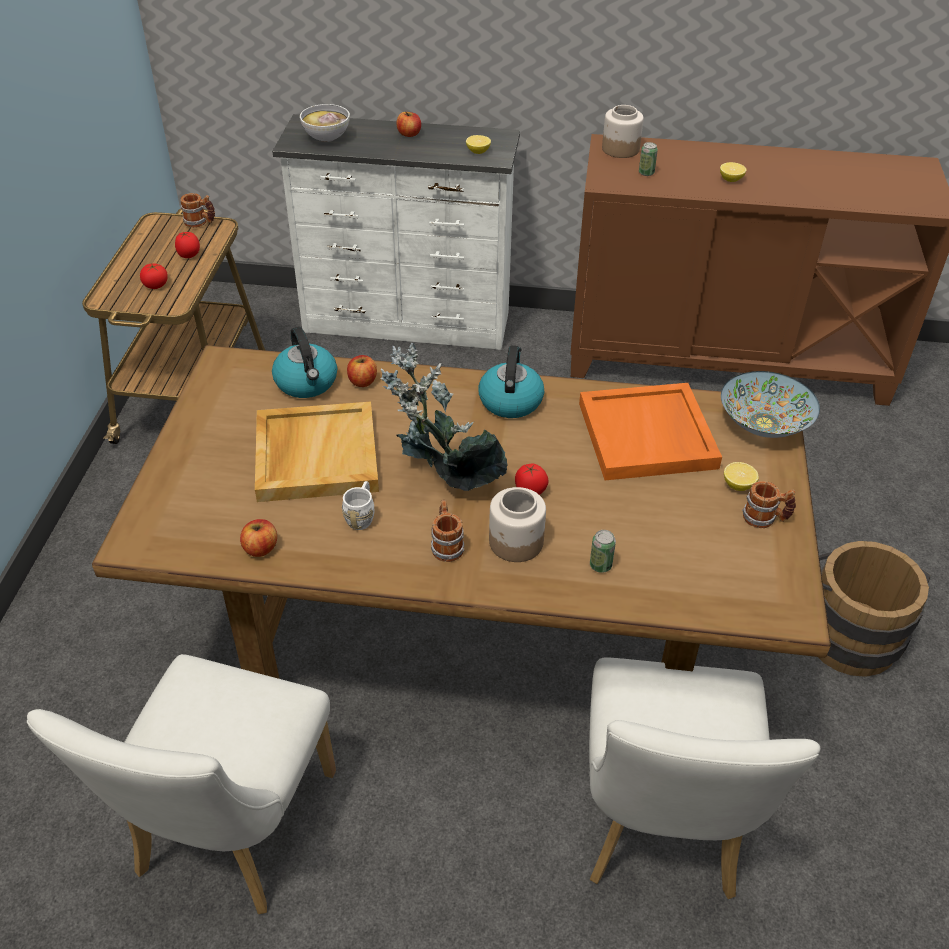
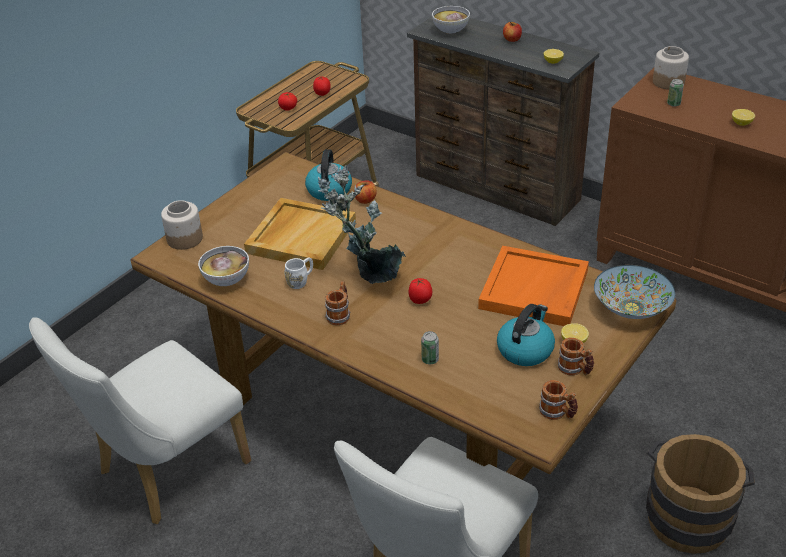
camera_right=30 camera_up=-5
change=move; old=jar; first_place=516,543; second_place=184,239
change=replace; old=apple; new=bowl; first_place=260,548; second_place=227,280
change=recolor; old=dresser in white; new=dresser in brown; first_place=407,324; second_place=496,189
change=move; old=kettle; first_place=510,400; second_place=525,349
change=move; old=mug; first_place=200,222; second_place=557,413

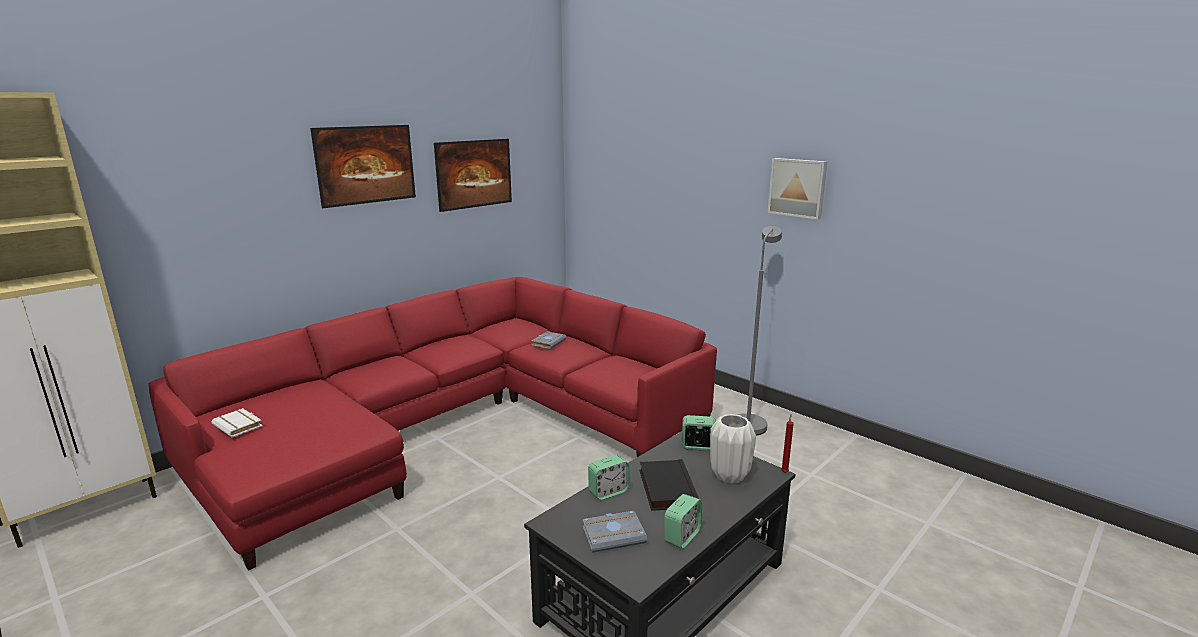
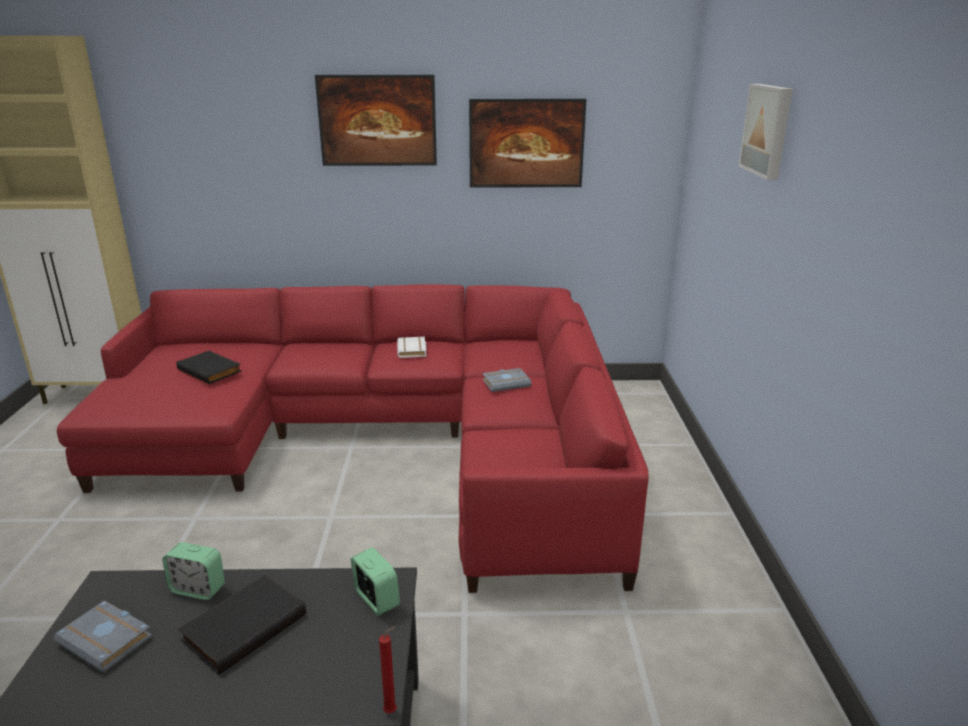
camera_right=45 camera_up=5
change=insert; new=book in black; second_place=211,370
change=move; old=book in white; first_place=239,426; second_place=413,350
change=move; old=picture; first_place=798,187; second_place=768,130
change=delete; old=alarm clock; first_place=682,537
change=delete; old=vase in white; first_place=729,476
change=delete; old=floor lamp in grey; first_place=750,422

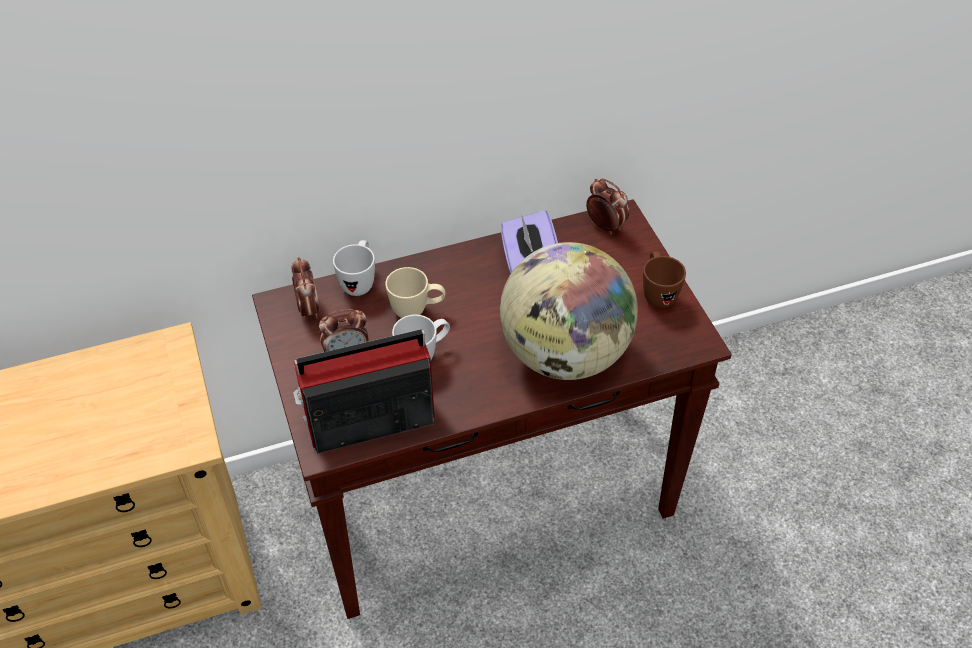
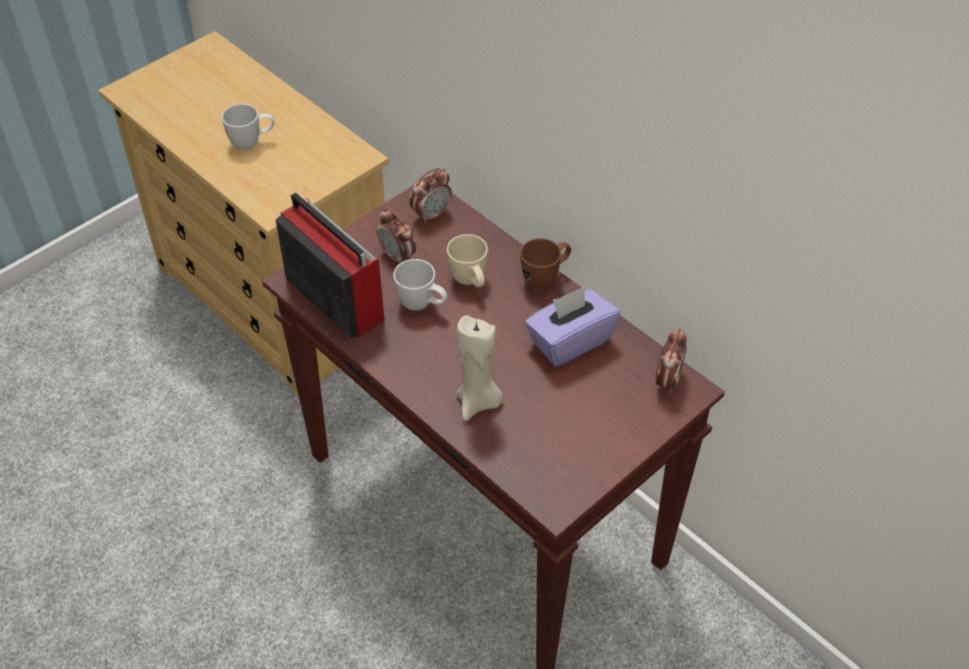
camera_right=65 camera_up=0
change=move; old=mug in white; first_place=359,282; second_place=252,142
change=replace; old=globe; new=candle in beige; first_place=564,354; second_place=478,402
change=move; old=mug in brown; first_place=657,293; second_place=545,277

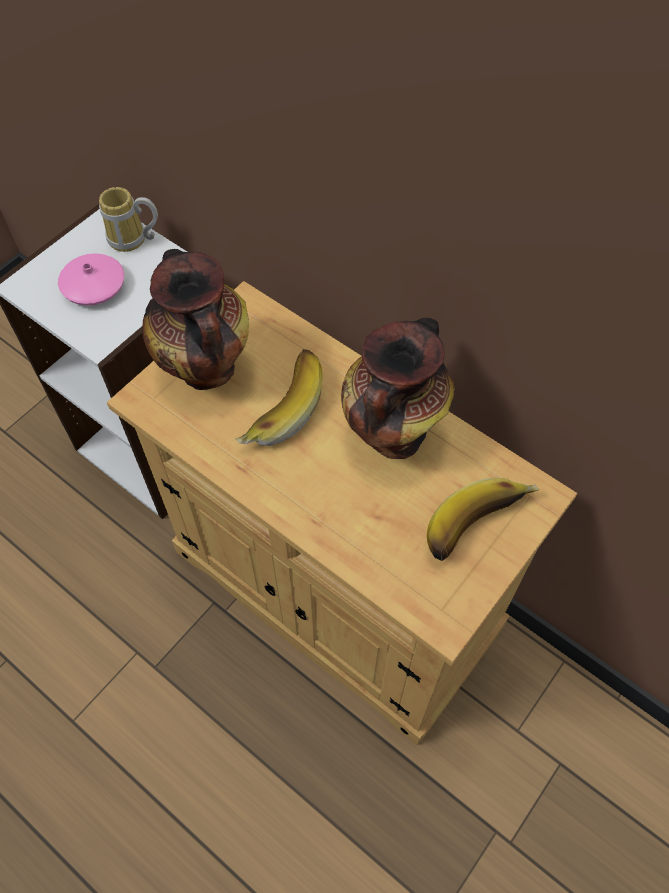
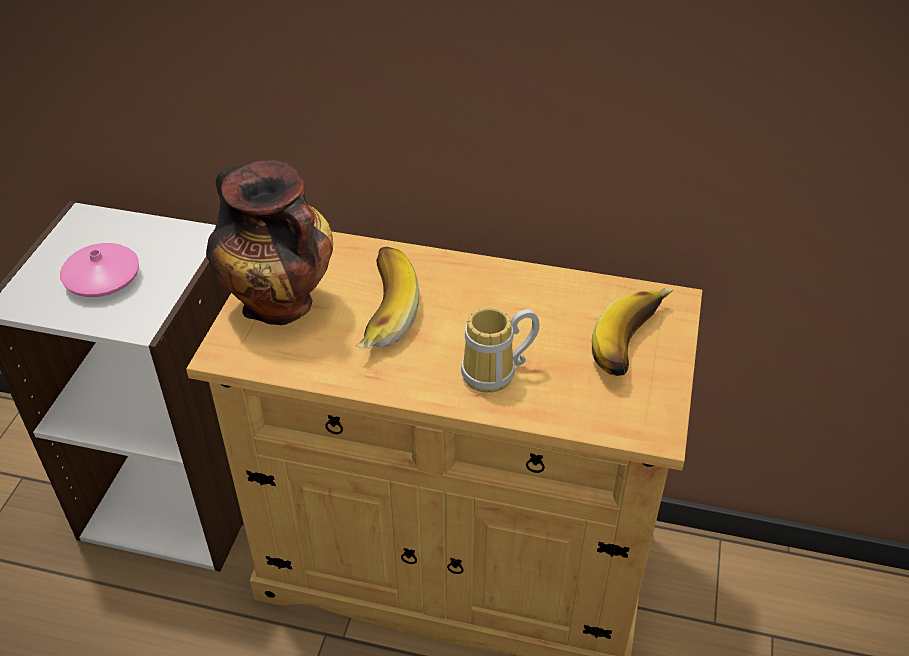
camera_right=-25 camera_up=-15
change=move; old=mug; first_place=132,241; second_place=496,375
change=delete; old=vase; first_place=393,435

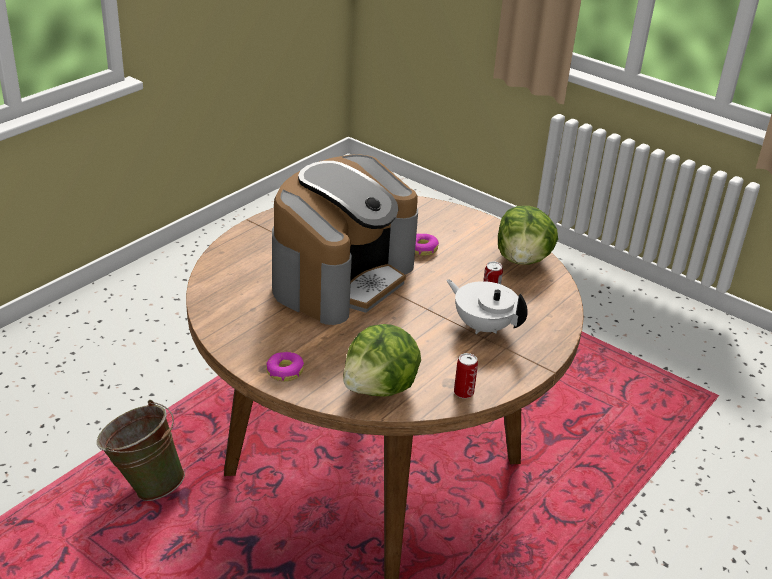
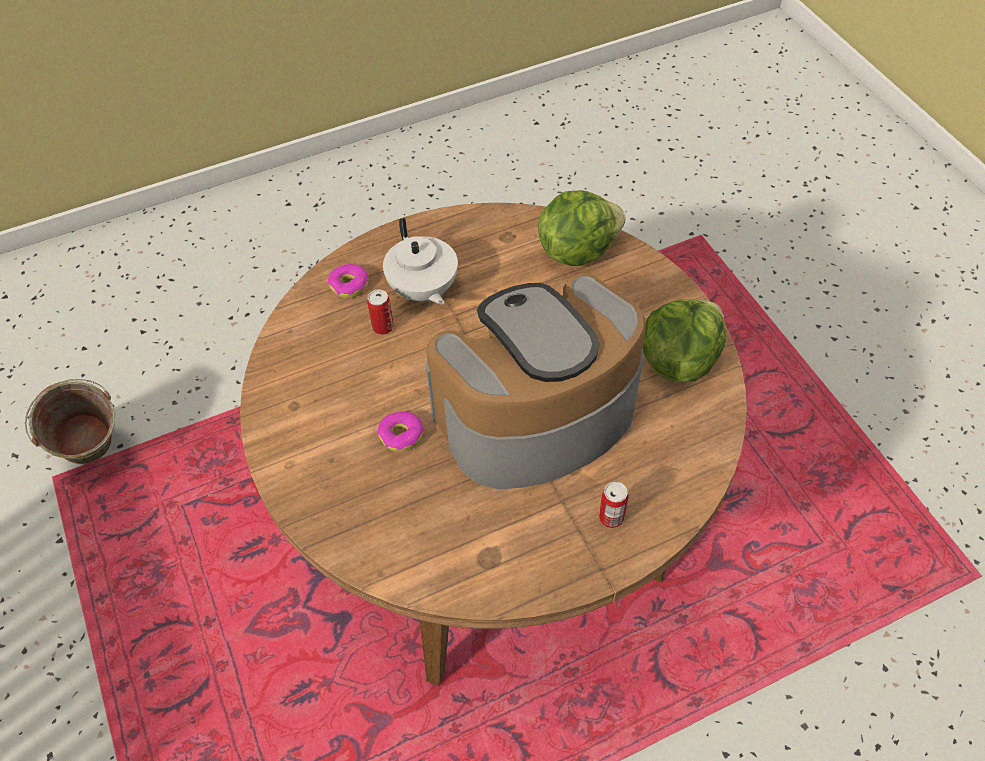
camera_right=-150 camera_up=20
change=move; old=bucket in green; first_place=145,484; second_place=96,457
change=move; old=donut; first_place=284,371; second_place=349,285
change=move; old=can; first_place=463,392; second_place=611,517
change=move; old=lettuce; first_place=523,260; second_place=679,360

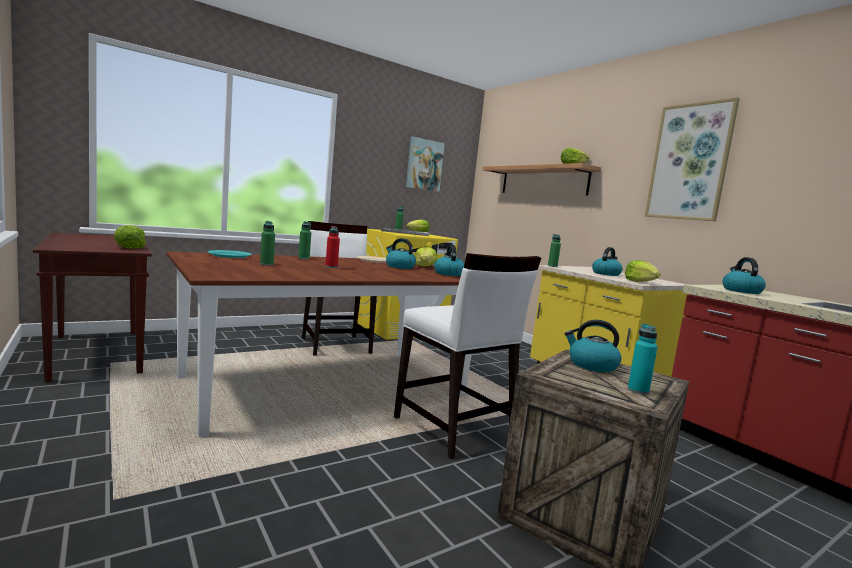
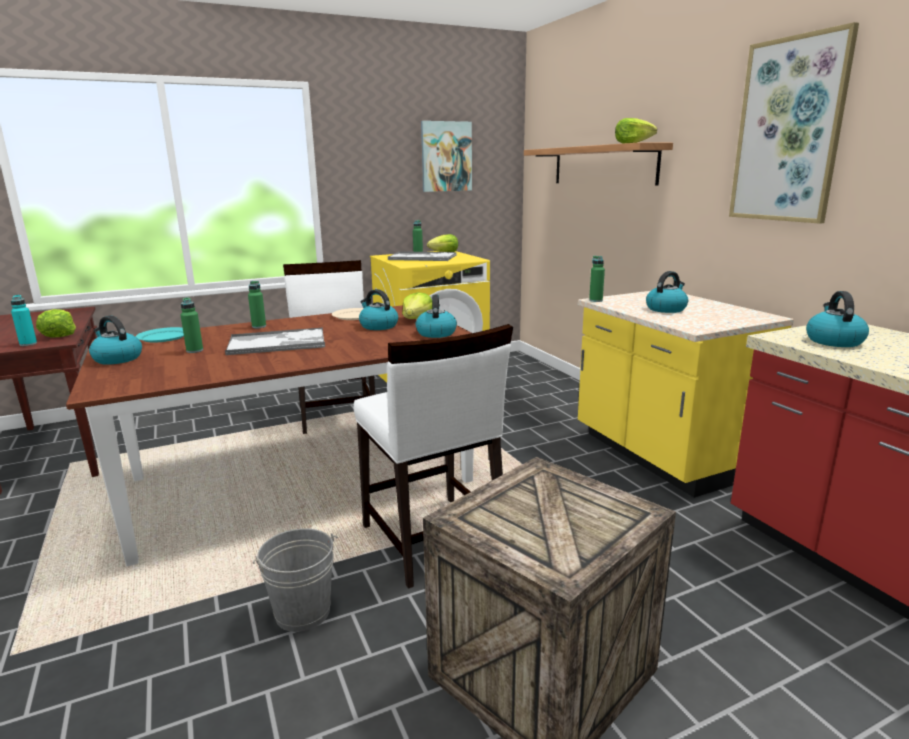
camera_right=10 camera_up=10
change=move; old=bottle in turquoise; first_place=638,390; second_place=28,344
change=move; old=kettle; first_place=591,365; second_place=117,359
change=replace; old=bottle in red; new=tray; first_place=331,267; second_place=278,343
change=insert; new=bucket in grey; second_place=302,612
change=delete; old=lettuce; first_place=640,282

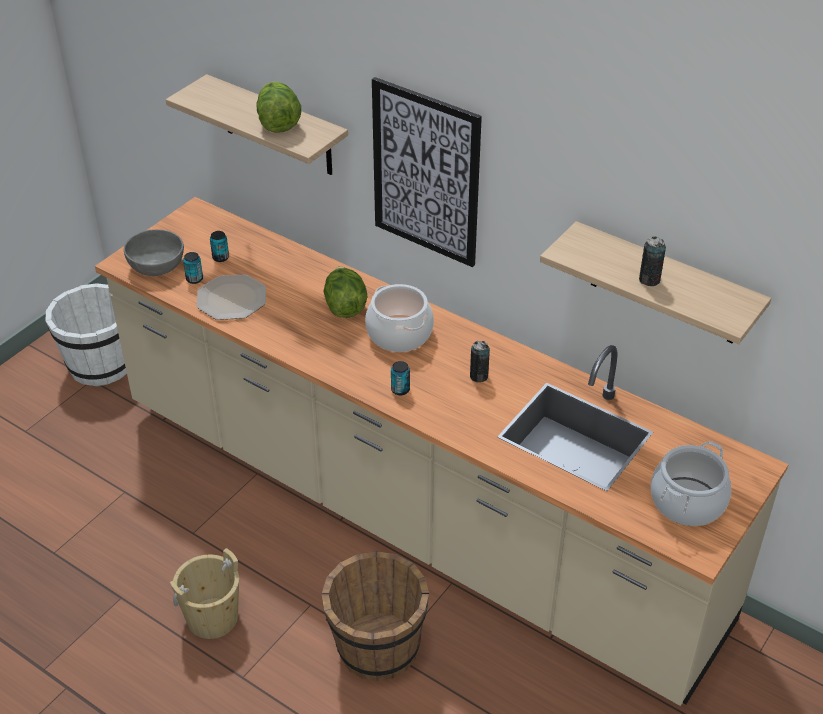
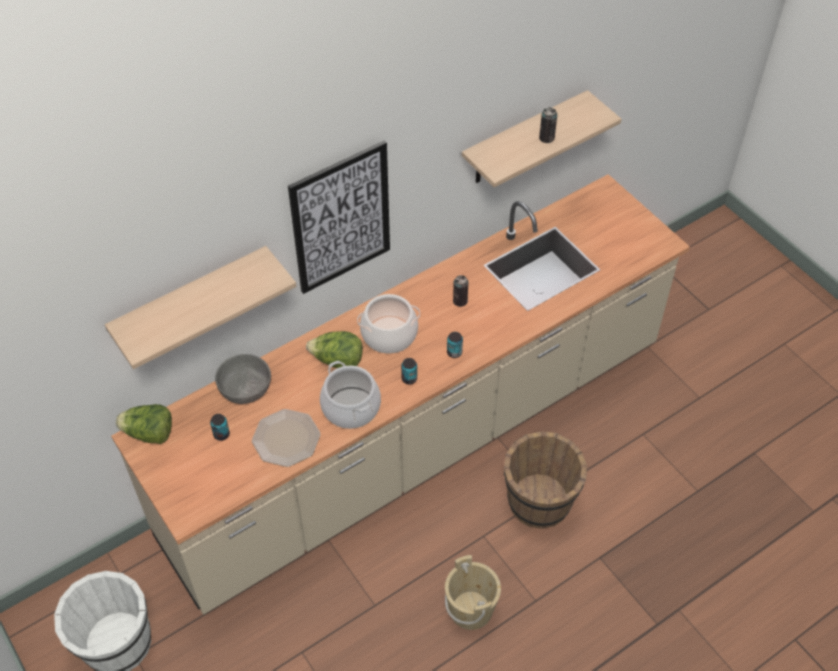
camera_right=-70 camera_up=10
change=move; old=lettuce; first_place=278,122; second_place=149,434
change=move; old=bowl in grey; first_place=157,265; second_place=245,388
change=move; old=cooking pot; first_place=687,502; second_place=351,407
change=move; old=can; first_place=194,279; second_place=409,378

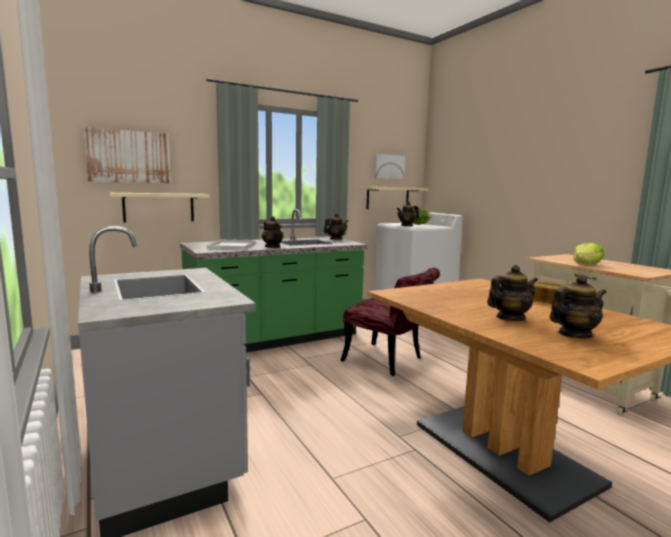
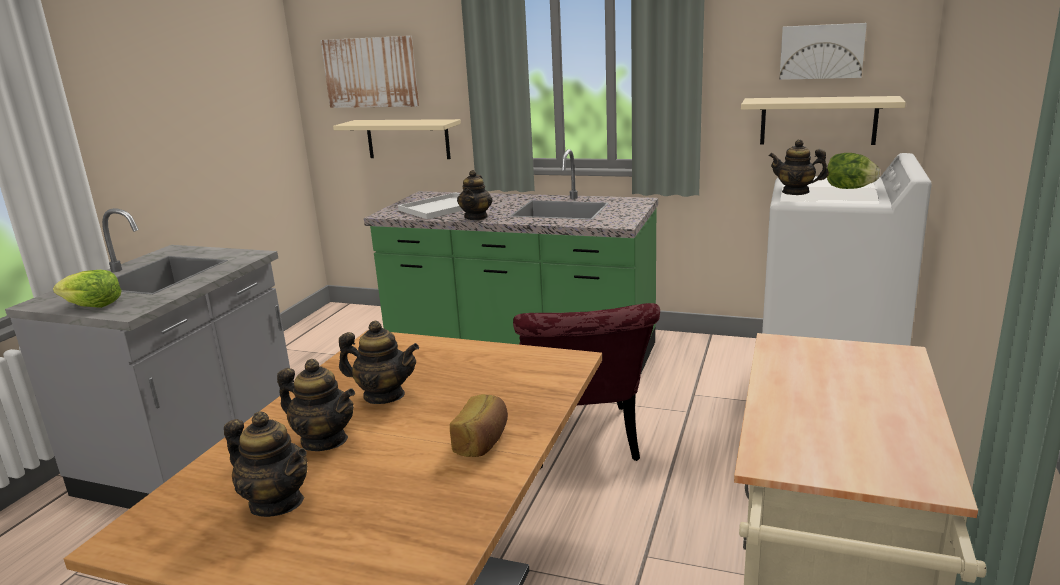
camera_right=50 camera_up=10
change=move; old=lettuce; first_place=586,264; second_place=93,306
change=move; old=teapot; first_place=335,239; second_place=384,396

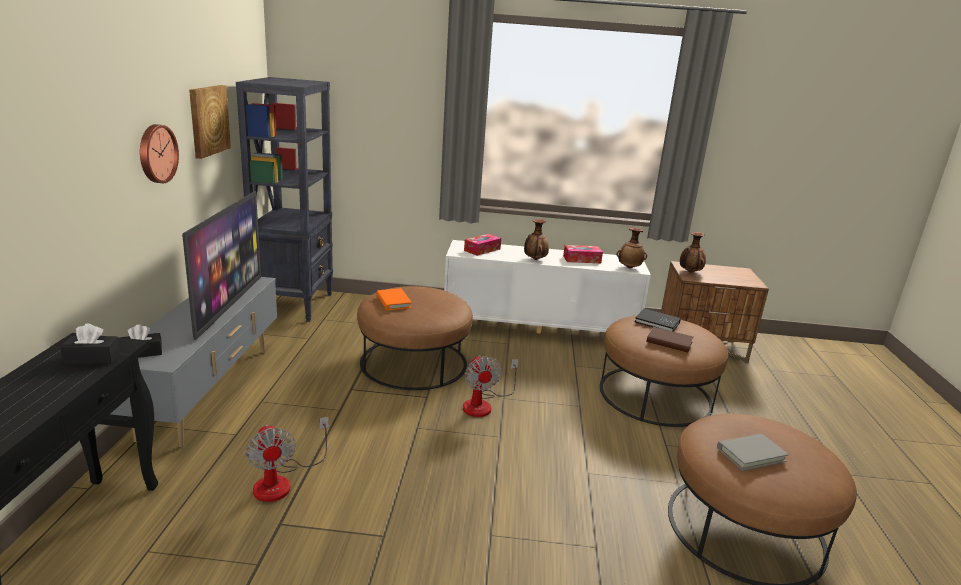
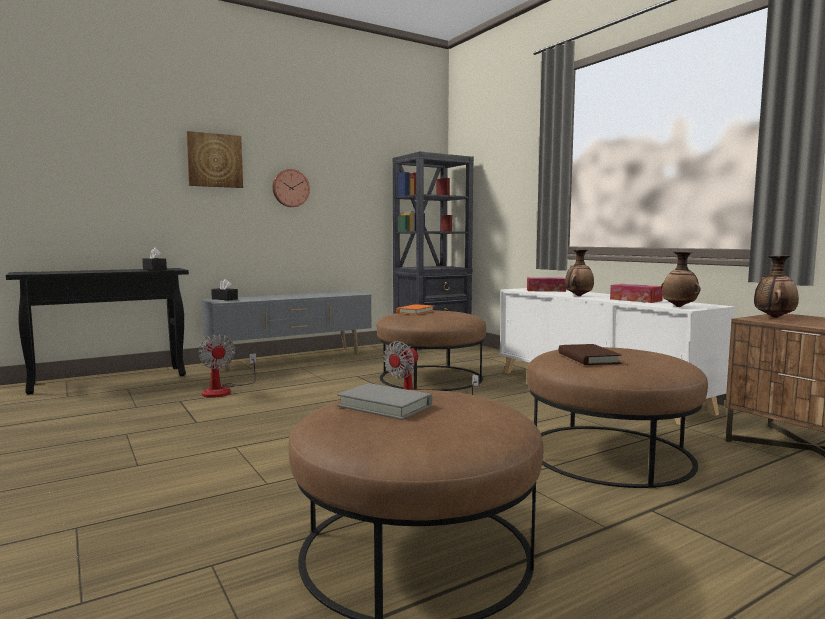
camera_right=55 camera_up=-15
change=move; old=picture; first_place=208,120; second_place=214,160
change=rotate; old=fan; first_place=282,481; second_place=223,391; degrees=-60
change=delete; old=television; first_place=228,305
change=delete; old=book in black; first_place=657,322

